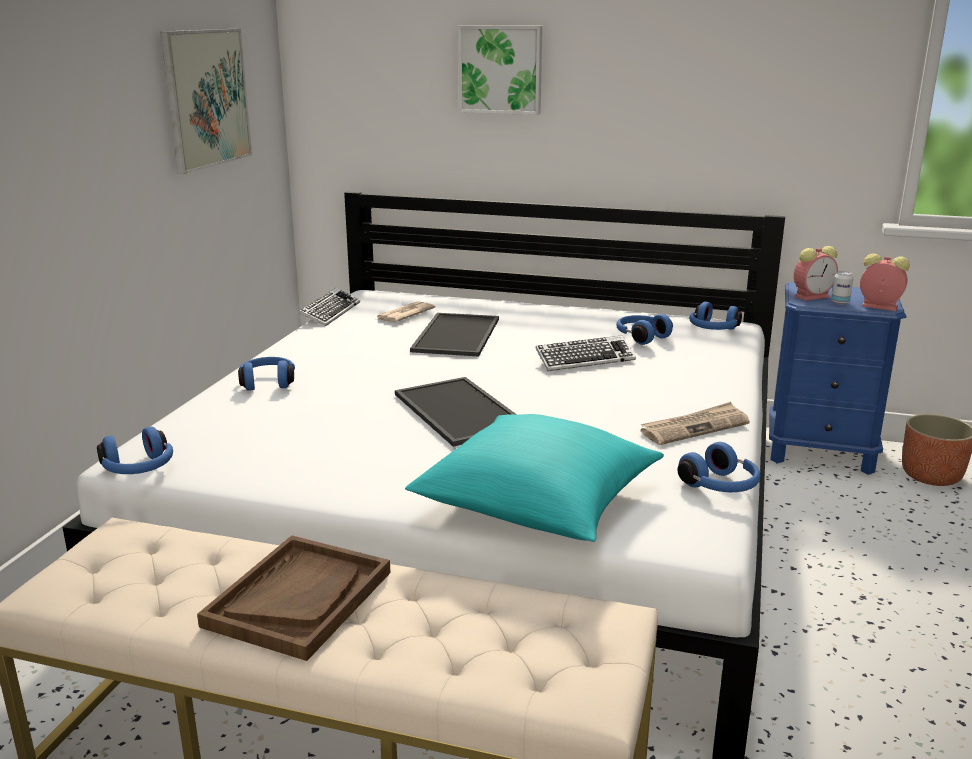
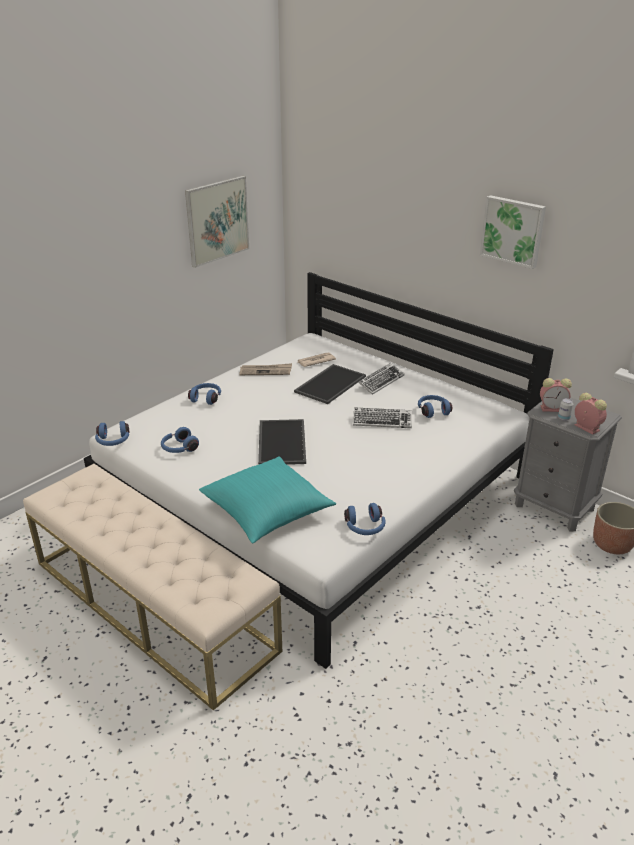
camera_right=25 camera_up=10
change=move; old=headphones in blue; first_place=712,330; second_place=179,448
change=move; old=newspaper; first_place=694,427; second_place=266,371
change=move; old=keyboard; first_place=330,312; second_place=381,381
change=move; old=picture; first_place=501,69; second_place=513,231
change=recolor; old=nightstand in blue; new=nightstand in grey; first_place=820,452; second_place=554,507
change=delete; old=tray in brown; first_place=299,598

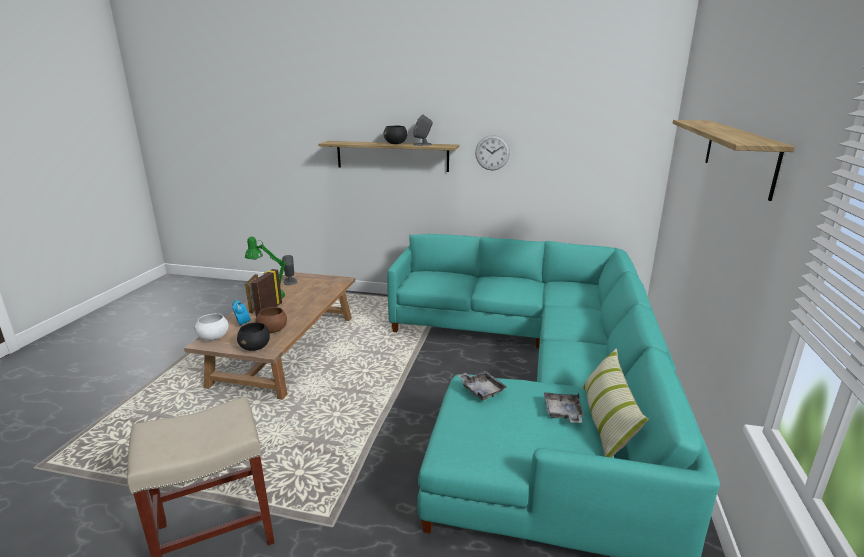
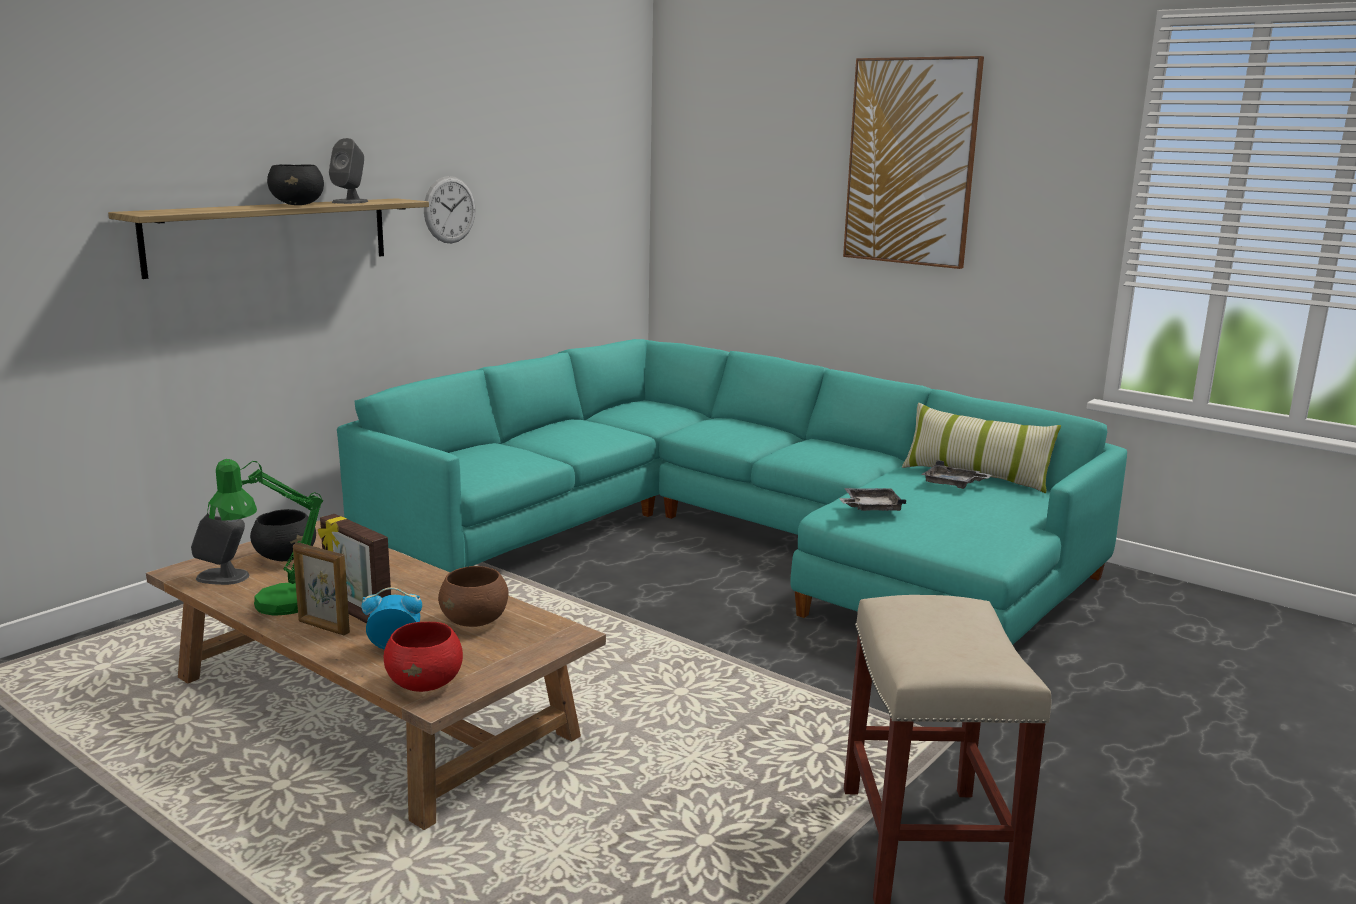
camera_right=-65 camera_up=-5
change=move; old=bowl in black; first_place=255,347; second_place=286,557
change=recolor; old=bowl in white; new=bowl in red; first_place=214,338; second_place=426,684
change=replace; old=shelf; new=picture; first_place=738,154; second_place=911,162

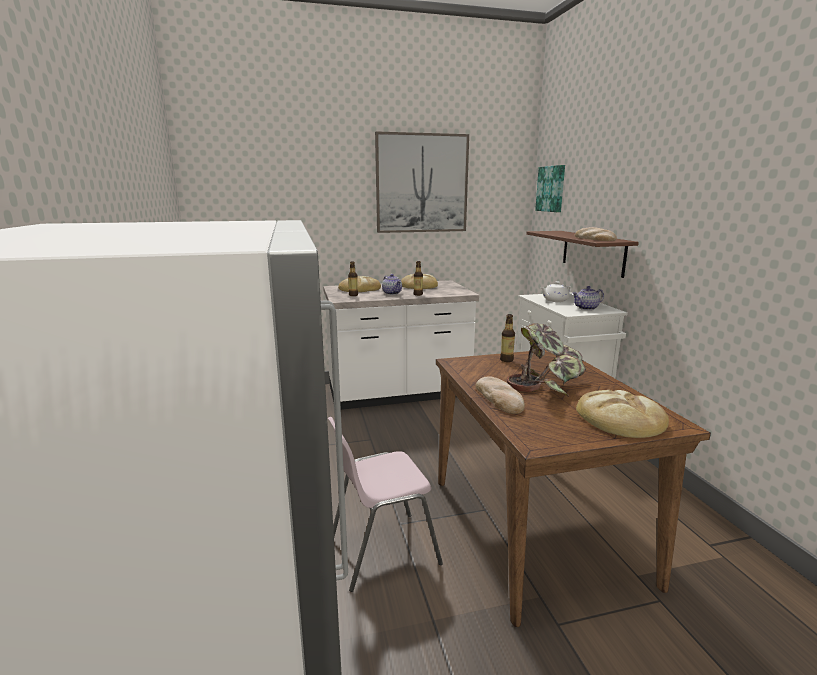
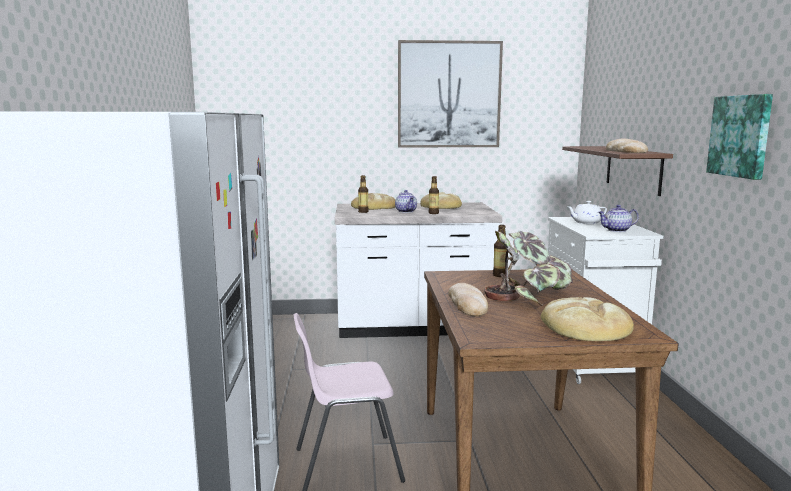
camera_right=10 camera_up=-5
change=move; old=picture; first_place=551,189; second_place=741,136

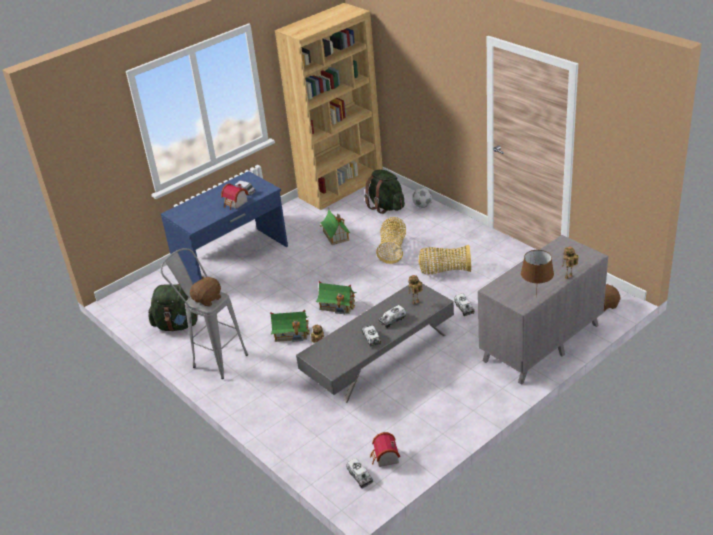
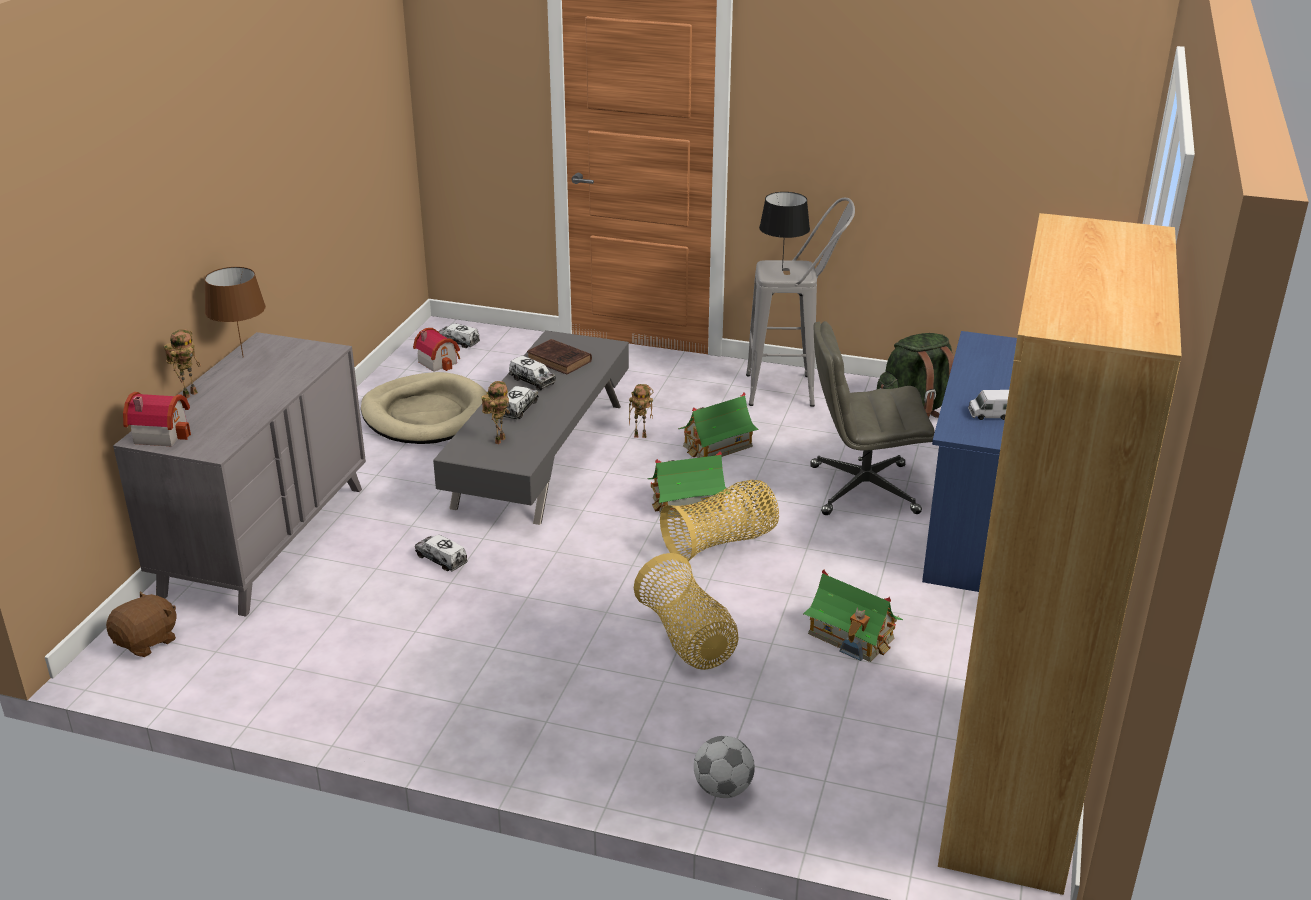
camera_right=145 camera_up=-5
change=move; old=toy house; first_place=235,203; second_place=161,433
change=insert; new=dog bed in beige; second_place=427,415
change=insert; new=book in brown; second_place=560,361
change=move; old=basket; first_place=444,270; second_place=721,543
change=replace; old=plush toy in brown; new=table lamp in black; first_place=208,299; second_place=782,270
change=insert; new=office chair in grey; second_place=862,490
change=delete; old=backpack in green; first_place=386,207

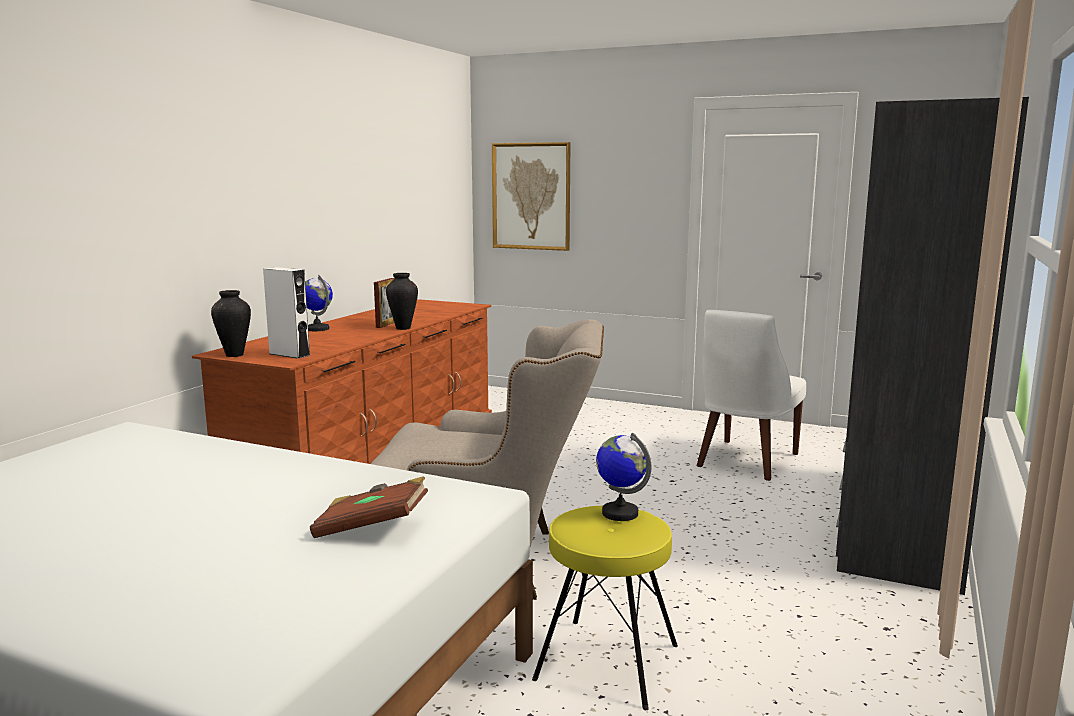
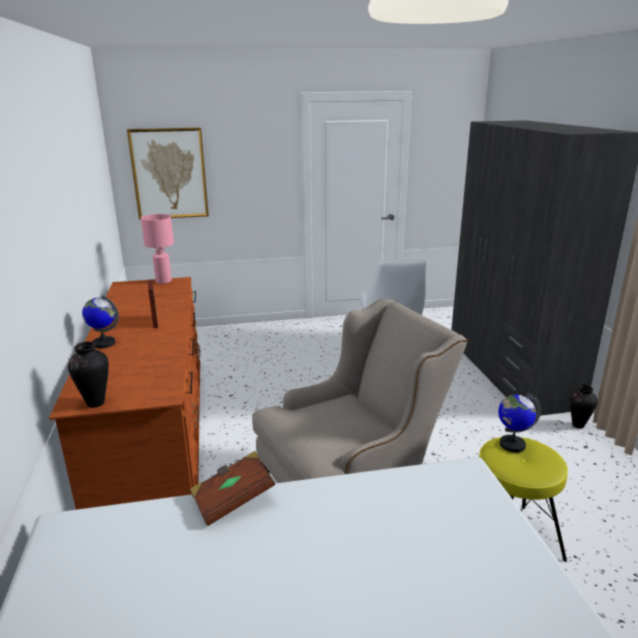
camera_right=-35 camera_up=10
change=insert; new=table lamp in pink; second_place=163,281
change=move; old=book in brown; first_place=371,528; second_place=232,499
change=move; old=vase; first_place=402,328; second_place=578,425
change=delete; old=speaker in white; first_place=289,354

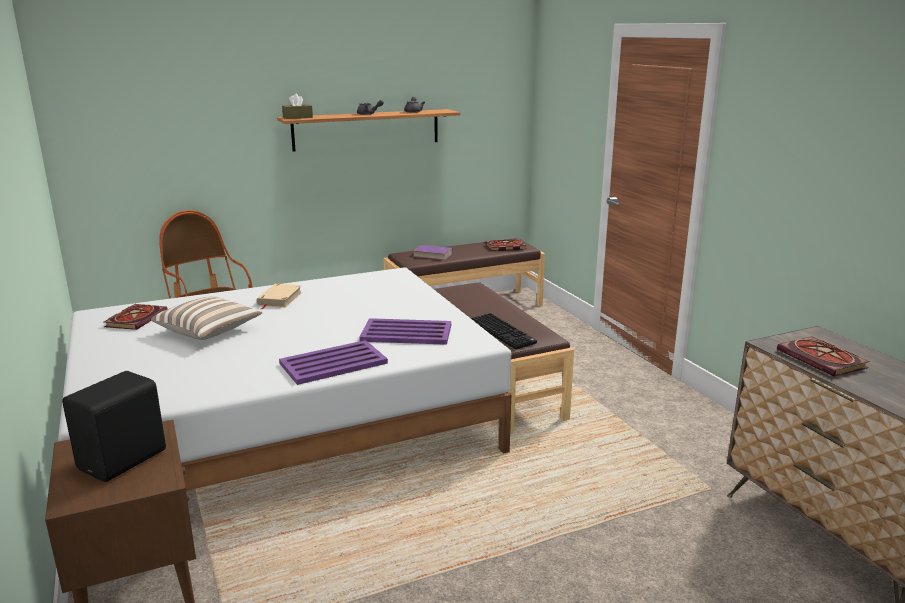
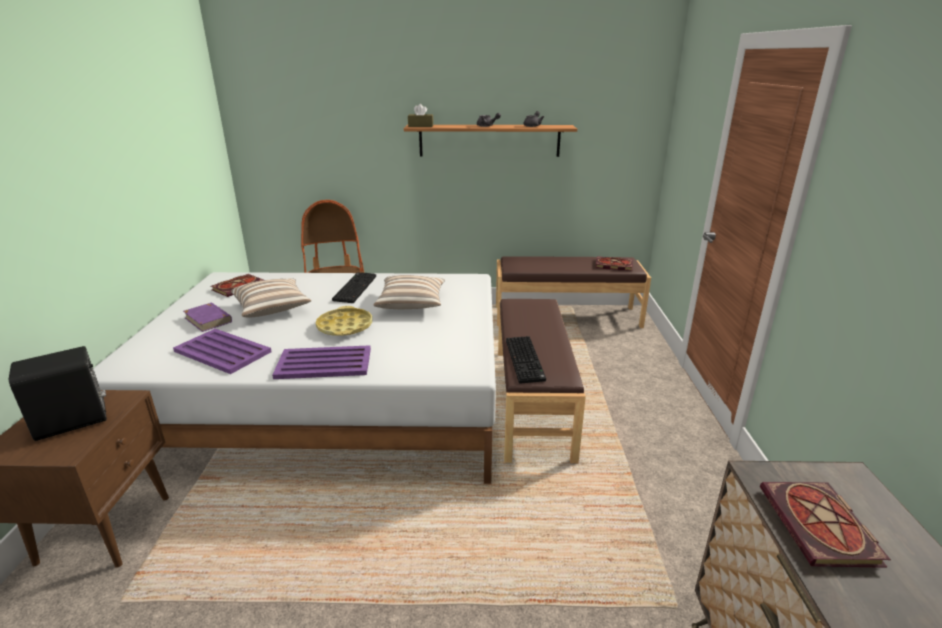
camera_right=25 camera_up=5
change=move; old=tray in purple; first_place=407,333; second_place=223,352
change=move; old=book in purple; first_place=432,255; second_place=208,320
change=insert; new=tray in yellow; second_place=345,327
change=replace; old=book in beige; new=keyboard; first_place=279,299; second_place=354,288
change=insert; new=pillow; second_place=411,304

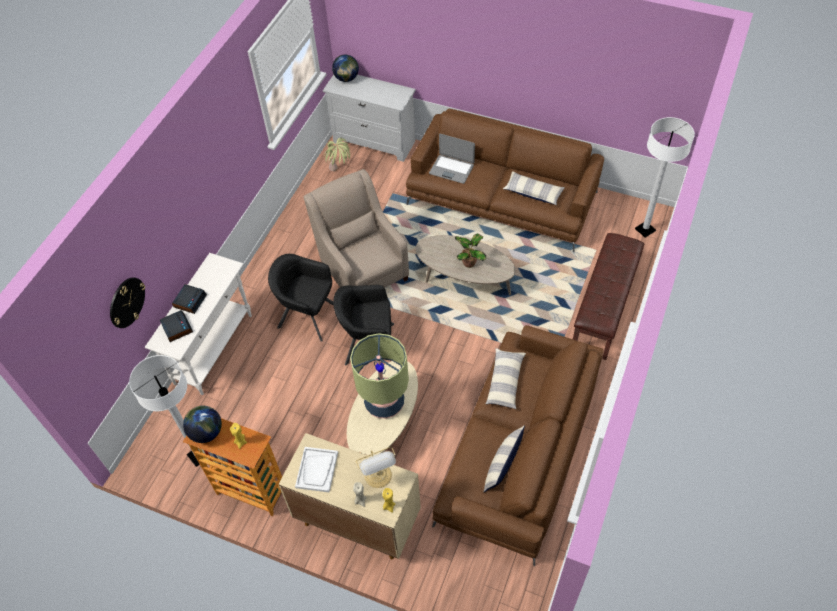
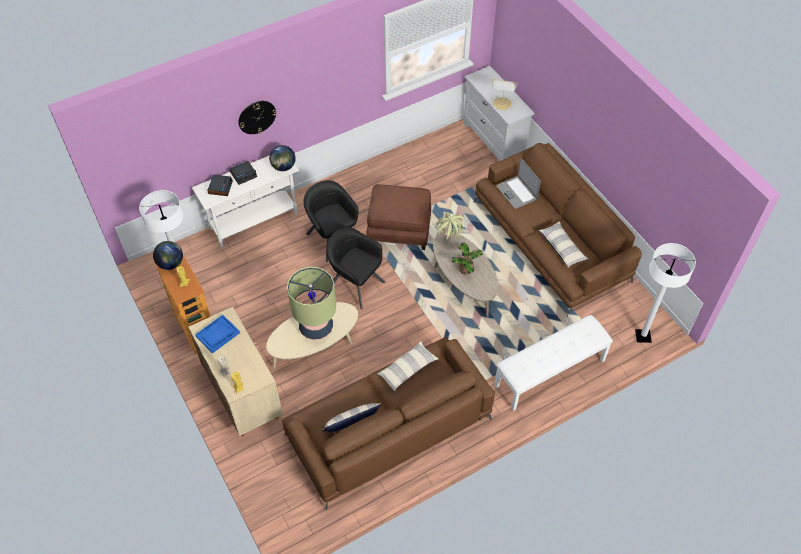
camera_right=35 camera_up=0
change=recolor; old=tray in white; new=tray in blue; first_place=317,470; second_place=217,334
change=move; old=wall clock; first_place=126,302; second_place=257,117
change=move; old=globe; first_place=346,78; second_place=283,167
change=replace; old=armchair in beige; new=ottoman in brown; first_place=362,269; second_place=399,229
change=move; old=potted plant; first_place=340,174; second_place=448,244
change=move; old=table lamp; first_place=379,476; second_place=502,104
change=recolor; old=bench in brown; new=bench in white; first_place=605,308; second_place=550,373

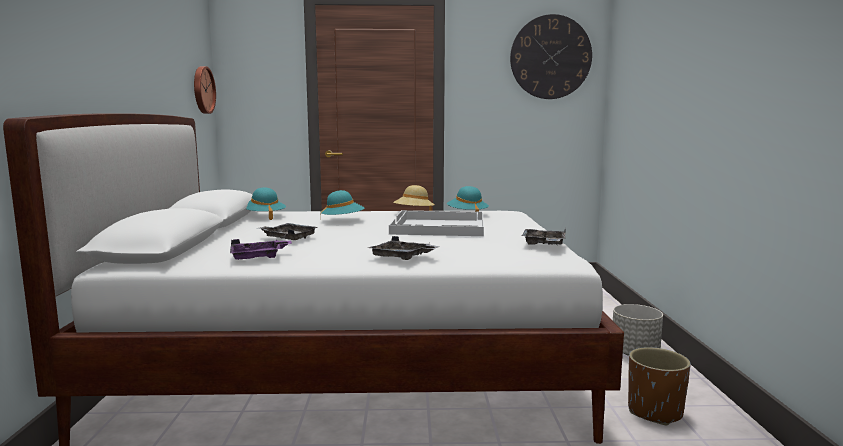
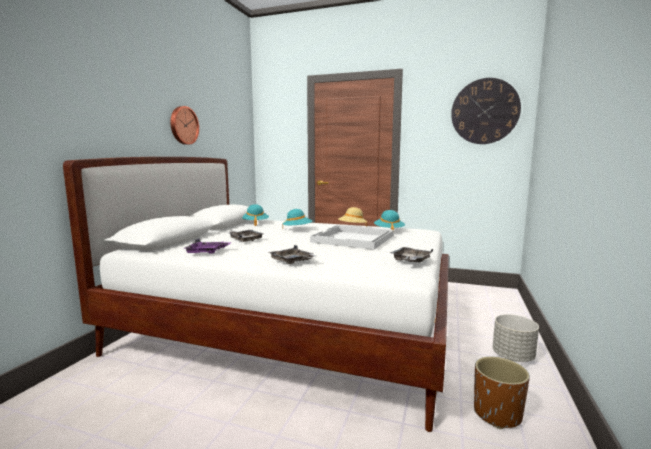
camera_right=20 camera_up=0
change=move; old=wall clock; first_place=202,90; second_place=183,125

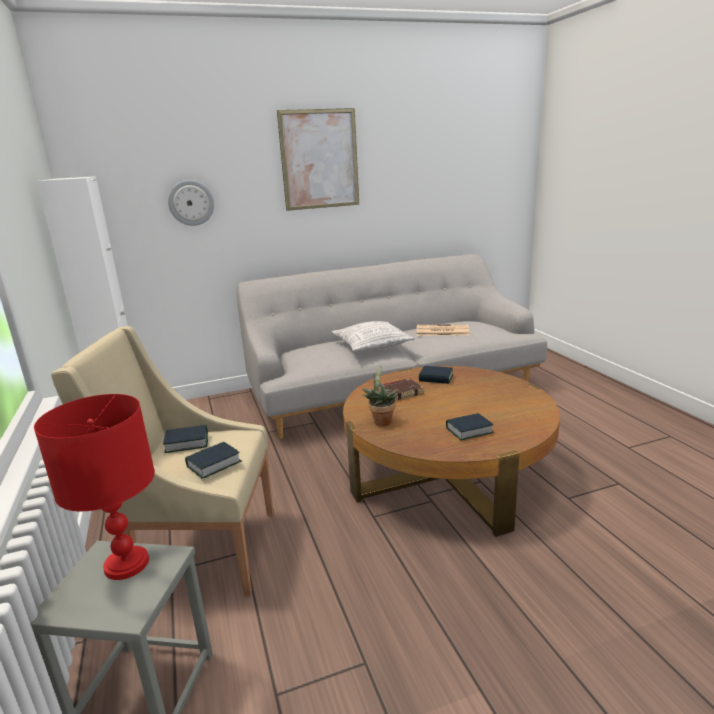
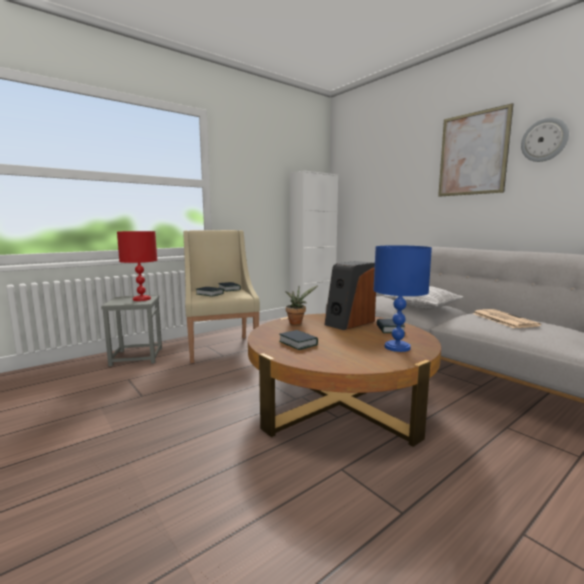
camera_right=70 camera_up=-10
change=replace; old=book in brown; new=speaker; first_place=400,392; second_place=349,323
change=insert; new=table lamp in blue; second_place=397,347
change=move; old=wall clock; first_place=191,202; second_place=544,140

